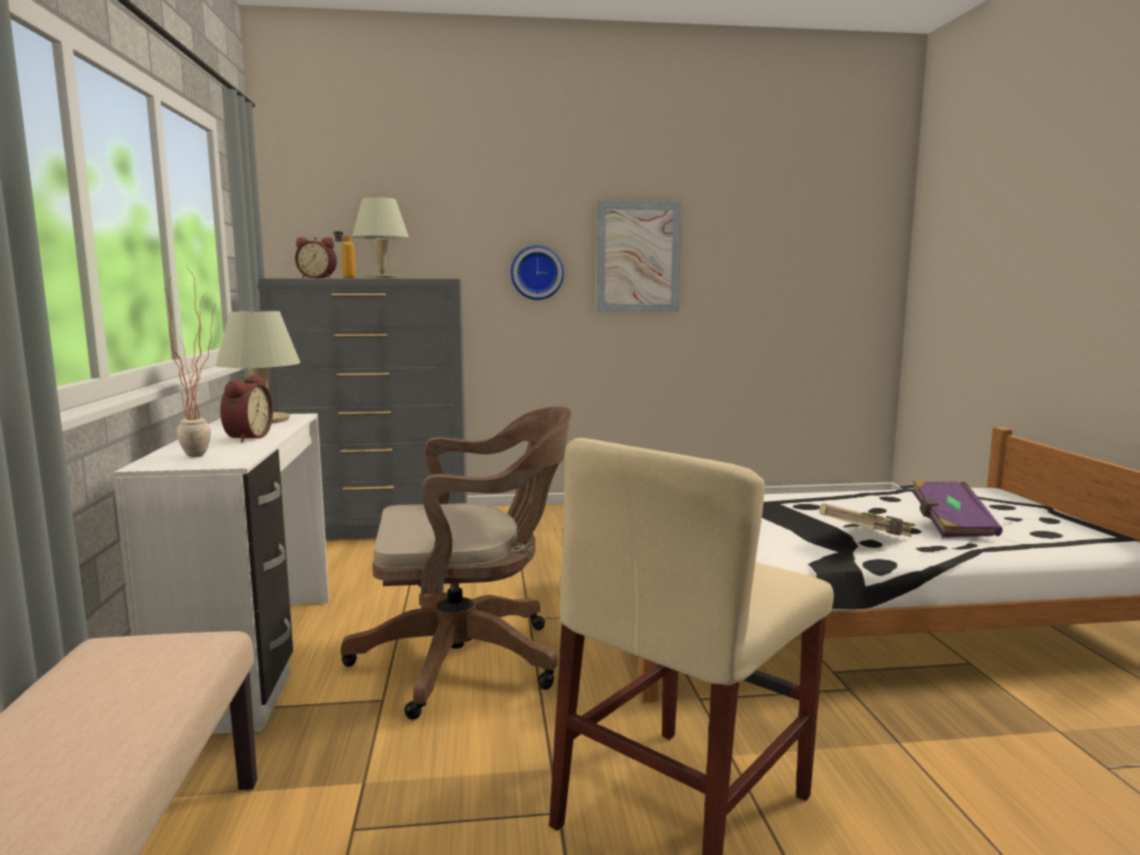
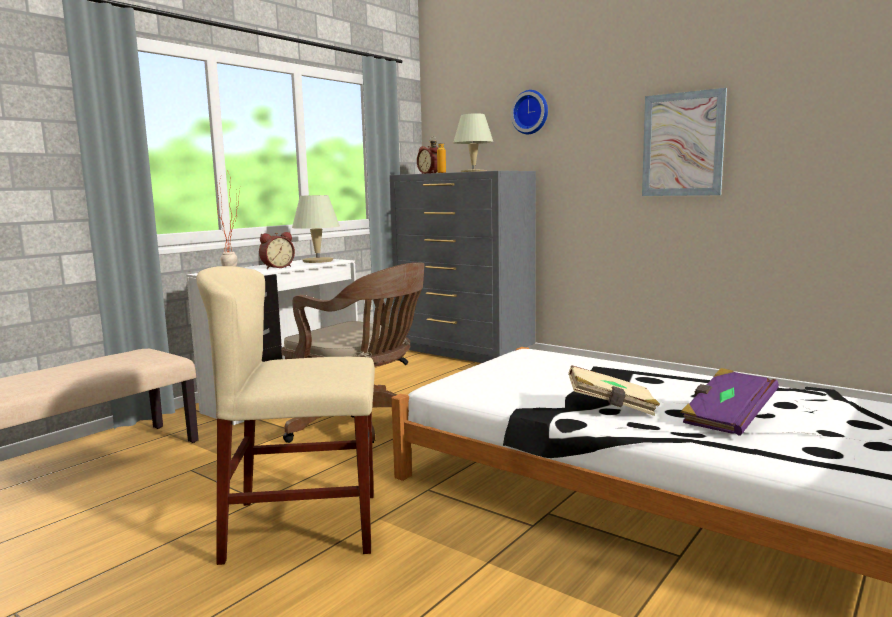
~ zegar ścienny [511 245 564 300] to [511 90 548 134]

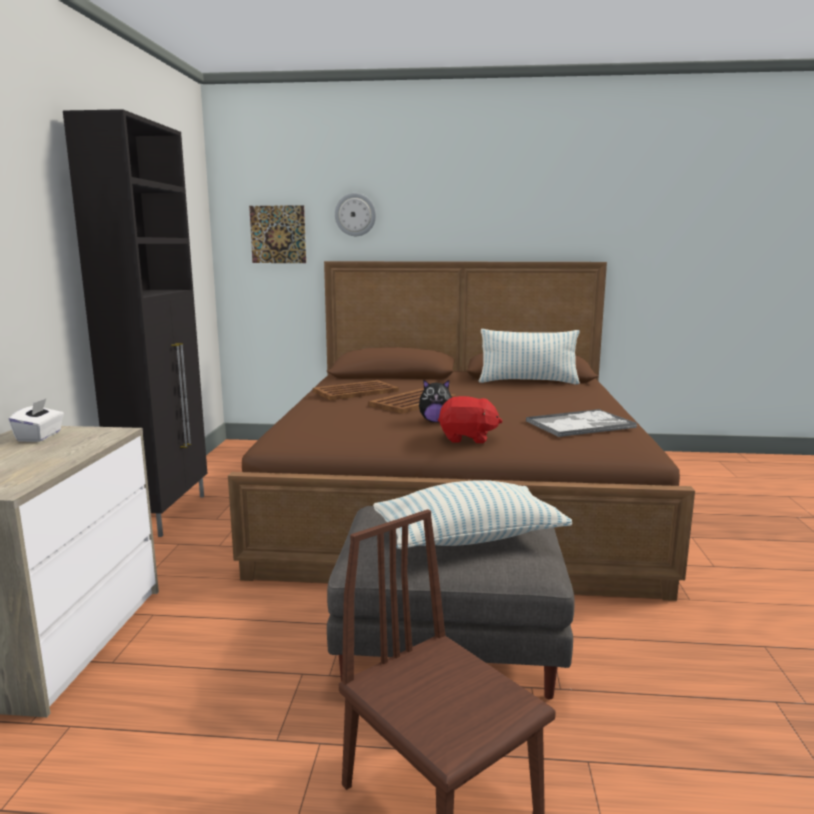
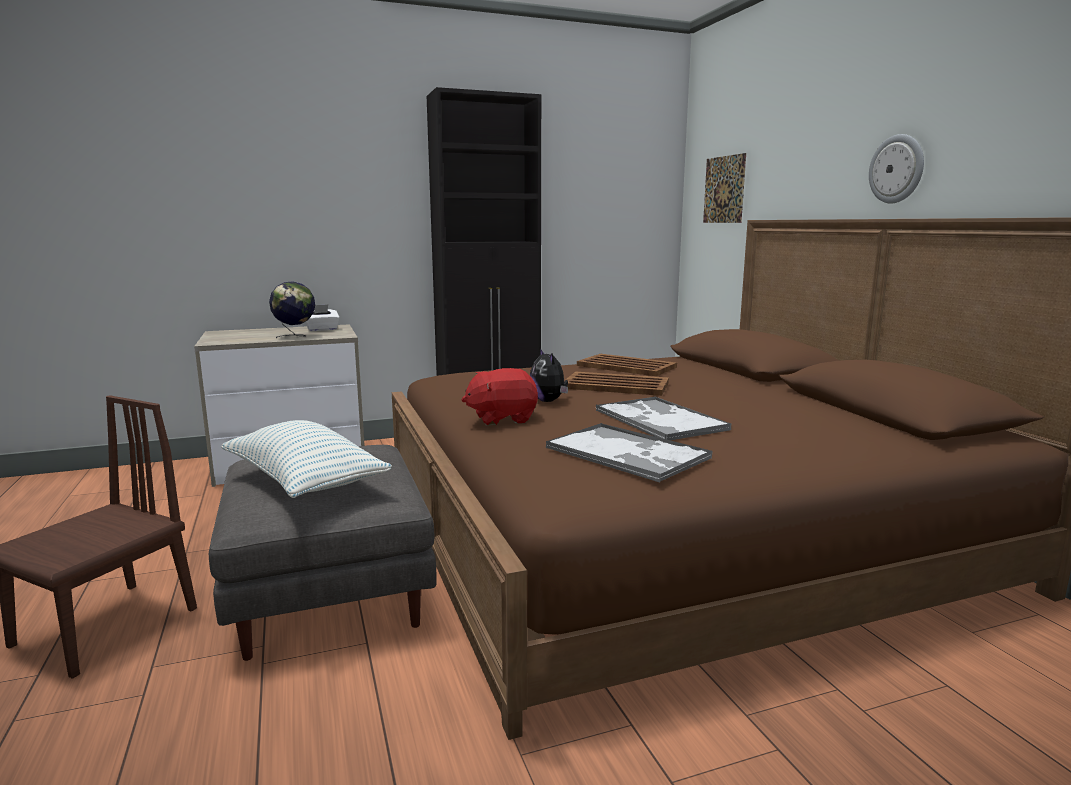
~ zegar ścienny [335 193 376 236] to [869 134 924 203]
- poduszka [479 329 580 384]
~ pluszak/czerwony [438 396 502 443] = [462 368 538 426] 90 degrees clockwise
+ globus [269 281 315 338]
+ taca [596 397 731 440]

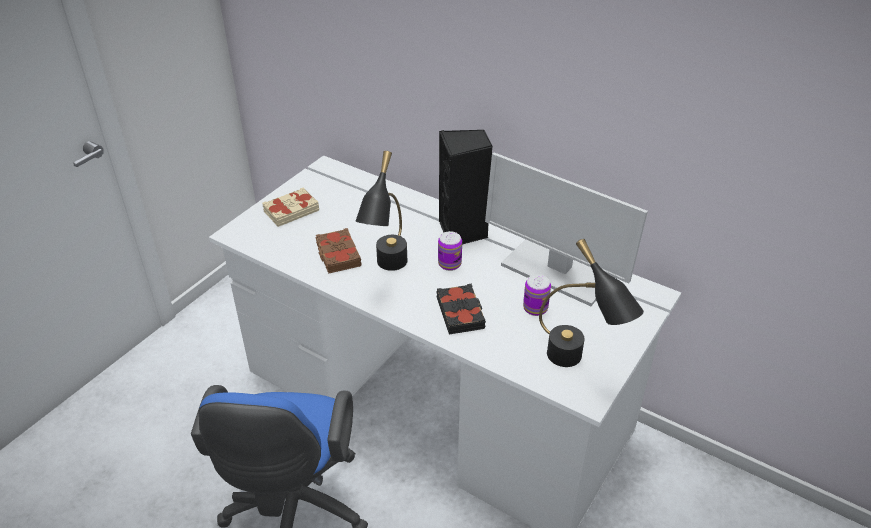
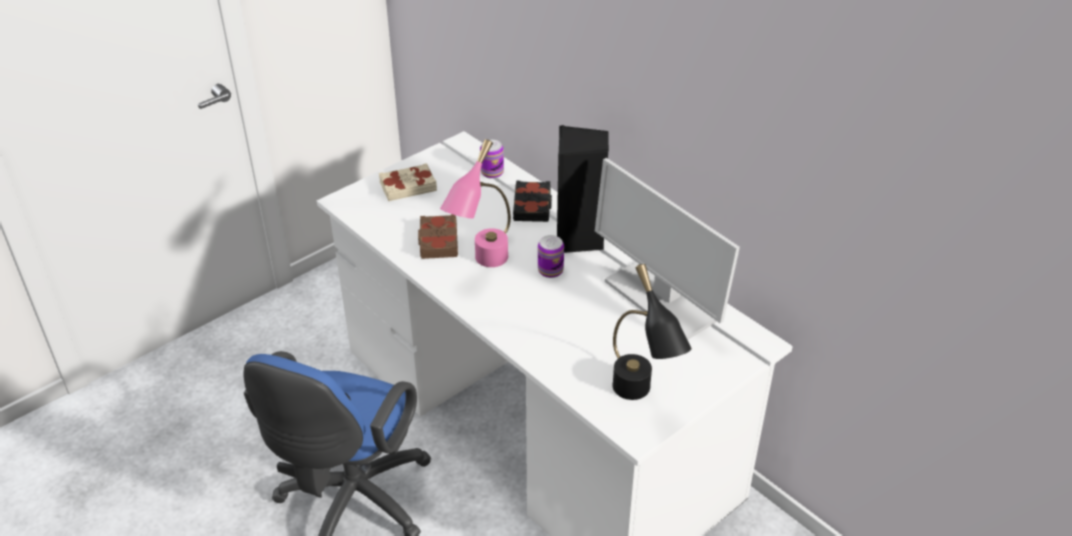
~ lampa stołowa/czarny [355 151 408 271] to lampa stołowa/różowy [440 139 511 267]
~ puszka [523 274 551 316] to [480 140 504 179]
~ książka/czarny [436 283 486 335] to [513 181 552 222]

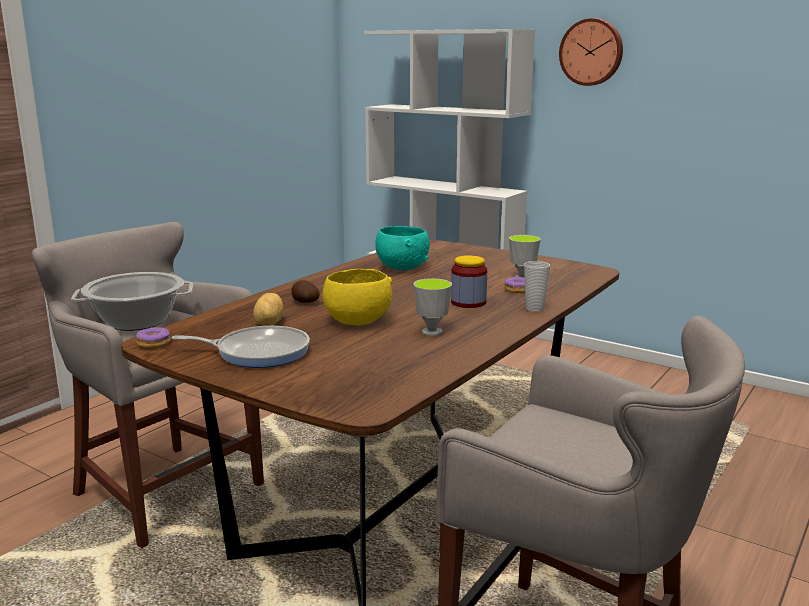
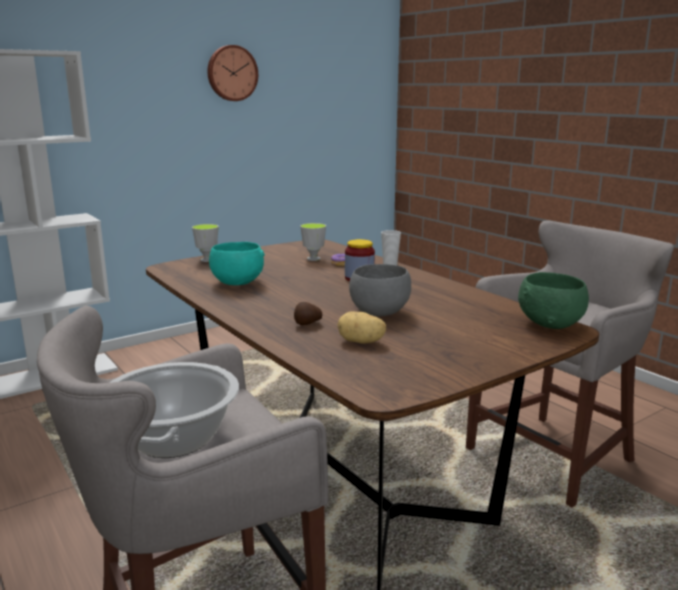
~ zegar ścienny [559 18 623 86] to [207 45 258 101]
~ miska/żółty [323 269 393 325] to miska/szary [349 264 411 316]
~ filiżanka [413 278 452 336] to [192 224 219 262]
- patelnia [172 326 310 368]
- donut [136 327 170 348]
+ miska/zielony [518 272 589 329]

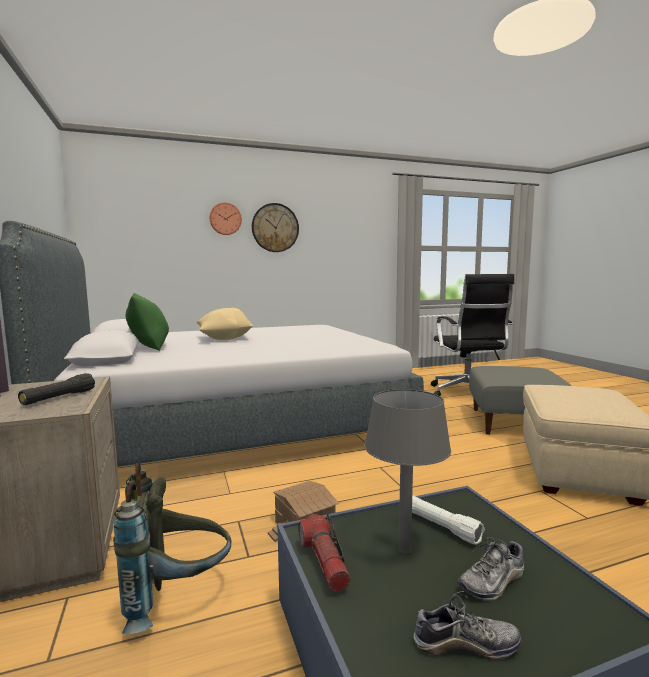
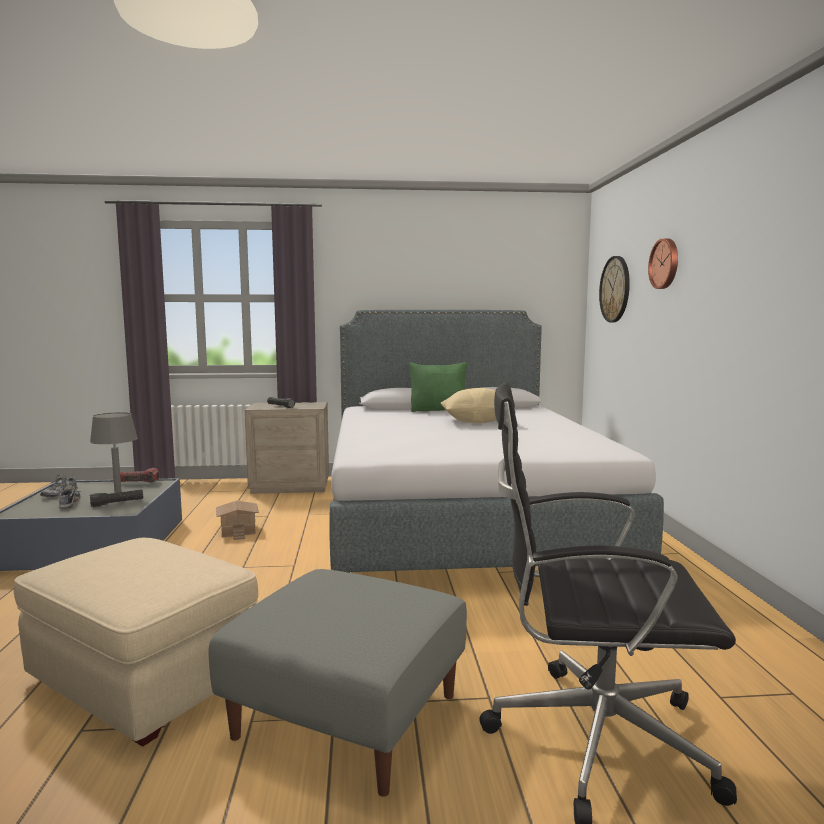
~ zegar ścienny [252 203 299 252] to [599 256 630 322]
- plecak/szary [113 462 232 634]
~ latarka/biały [412 495 485 545] to latarka/czarny [90 490 143 507]

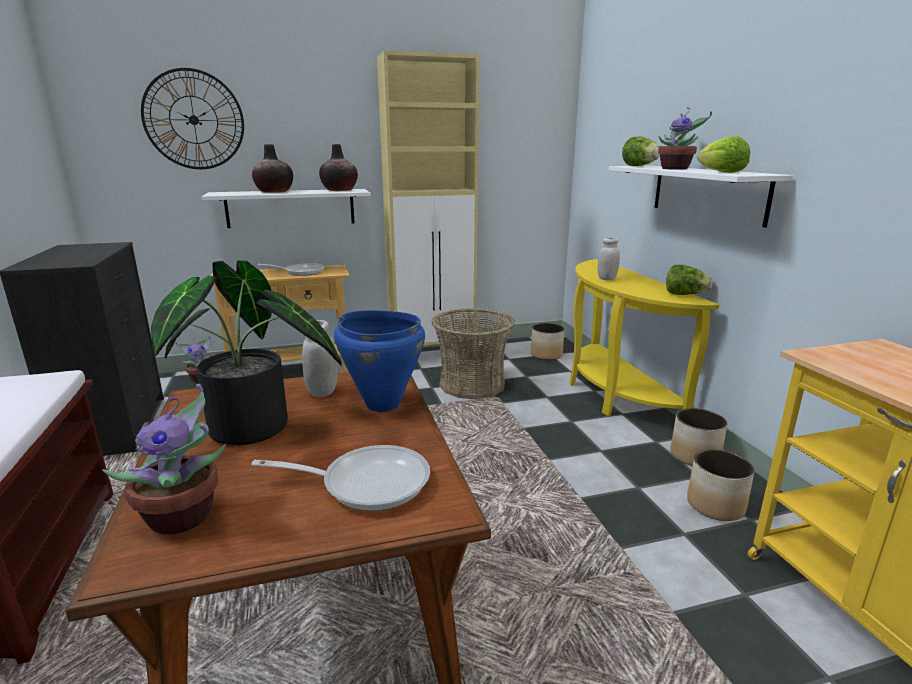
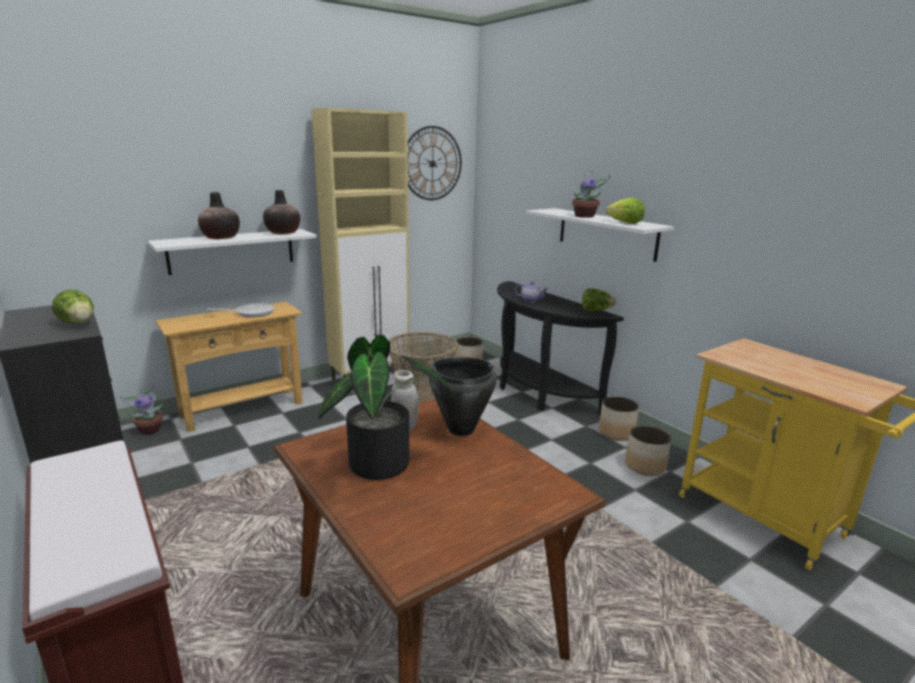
~ zegar ścienny [141 68 244 169] to [408 126 462 200]
~ sałata [622 136 660 166] to [52 289 94 324]
~ słoik/biały [597 238 620 280] to imbryk [515 281 549 303]
~ stolik konsolowy/żółty [569 259 719 416] to stolik konsolowy/czarny [497 281 624 415]
~ garnek/niebieski [334 310 425 412] to garnek/czarny [429 357 497 436]
- roślina doniczkowa [102 384 226 534]
- patelnia [251 445 430 511]

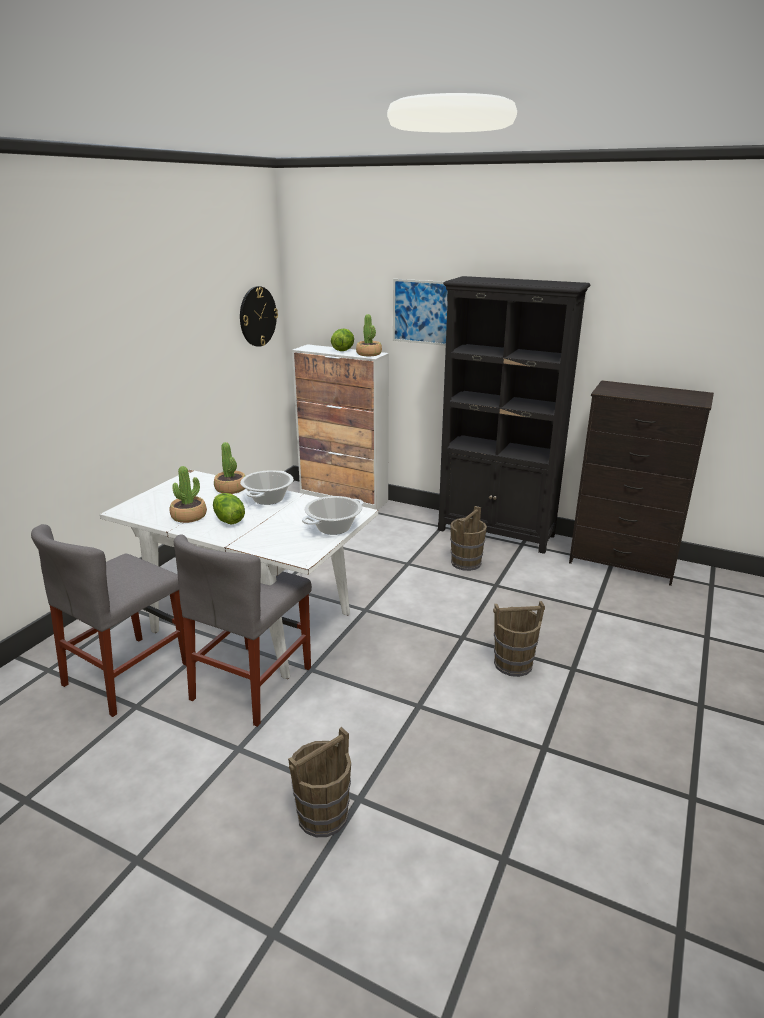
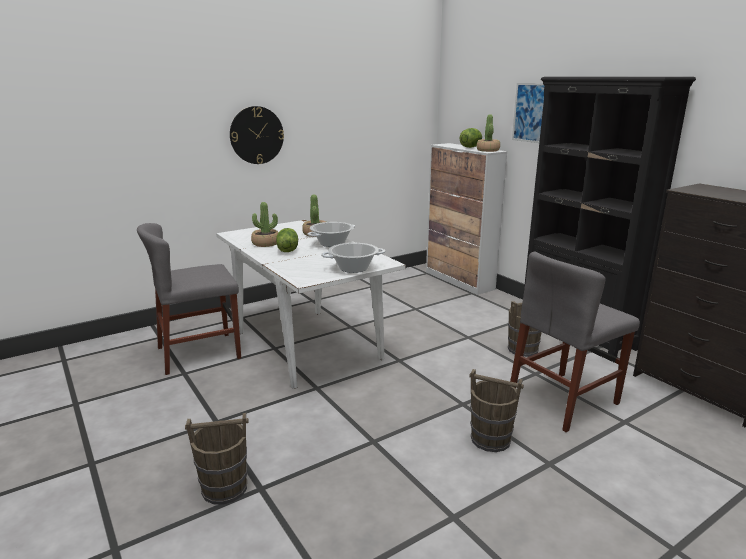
~ zegar ścienny [240 286 278 347] to [230 106 284 164]
~ krzesło/szary [174 534 312 727] to [510 251 640 432]

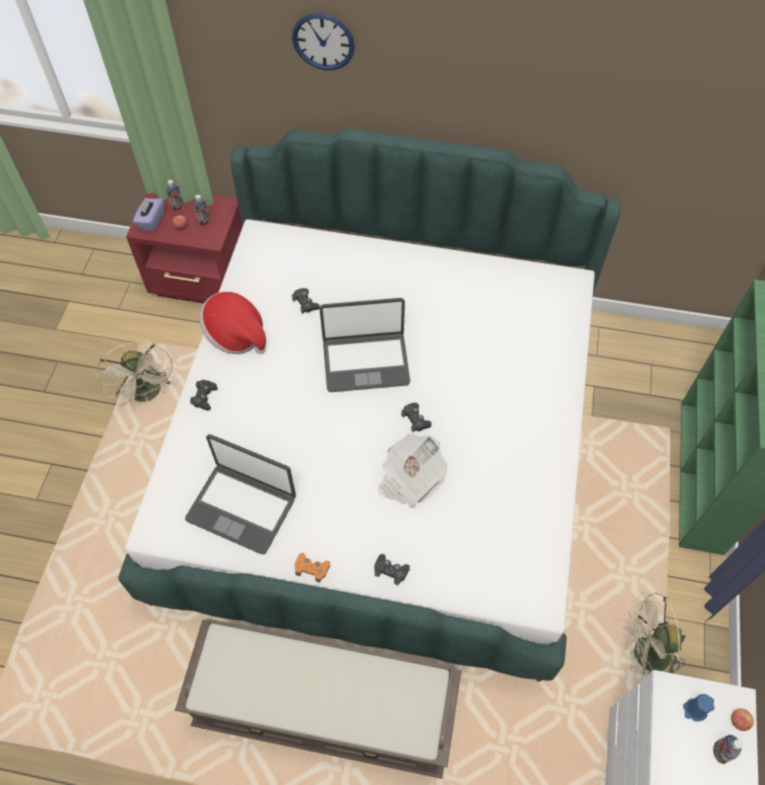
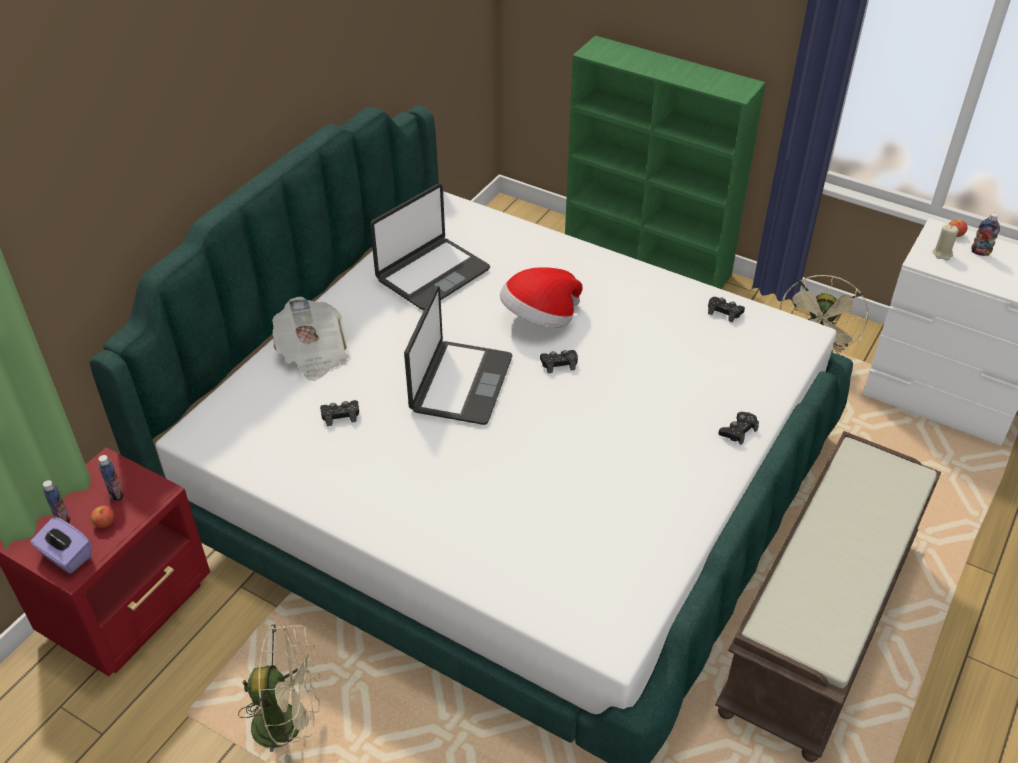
- zegar ścienny [292 13 355 70]
~ kapelusz [199 292 266 354] to [500 267 583 328]
~ pad do gier/czarny [190 380 218 411] to [708 297 745 322]
~ gazeta [378 433 447 508] to [272 297 348 381]
~ laptop [185 434 296 554] to [370 184 490 310]
- pad do gier/pomarańczowy [294 553 330 583]
~ świeca/niebieski [683 694 715 722] to świeca/beżowy [933 224 959 260]

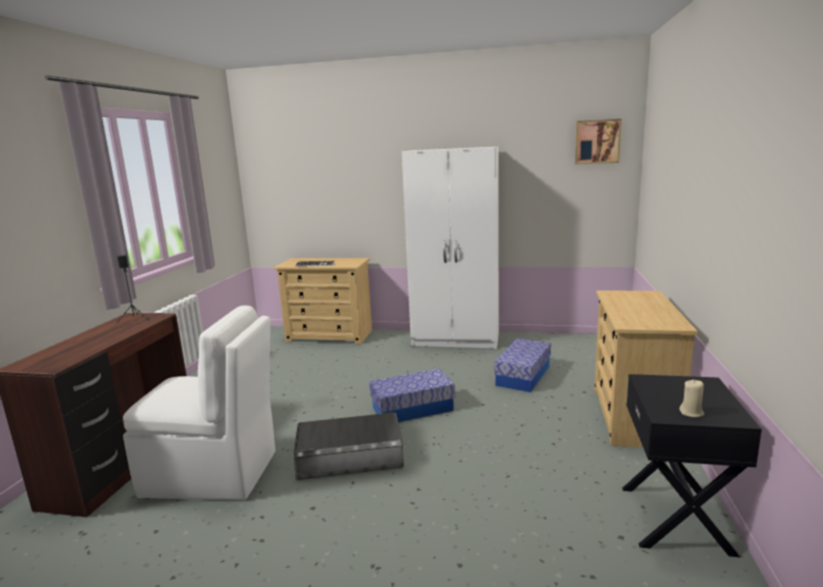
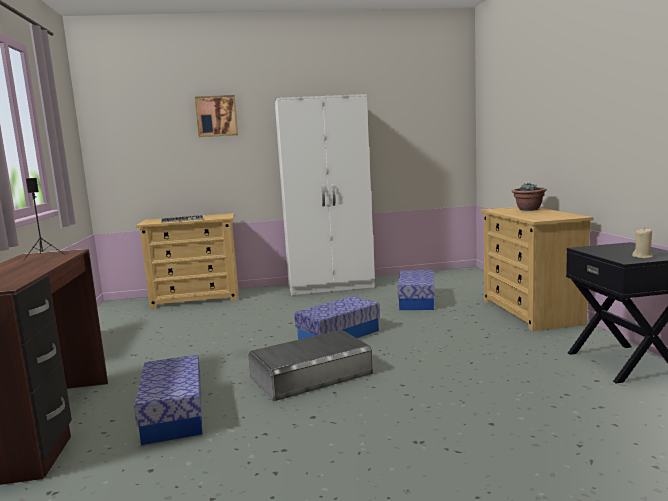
~ obraz [575 119 622 165] to [195 95 238 137]
~ krzesło/biały [123 305 275 500] to pojemnik do przechowywania [134 355 202 445]
+ roślina doniczkowa [512 183 547 211]

